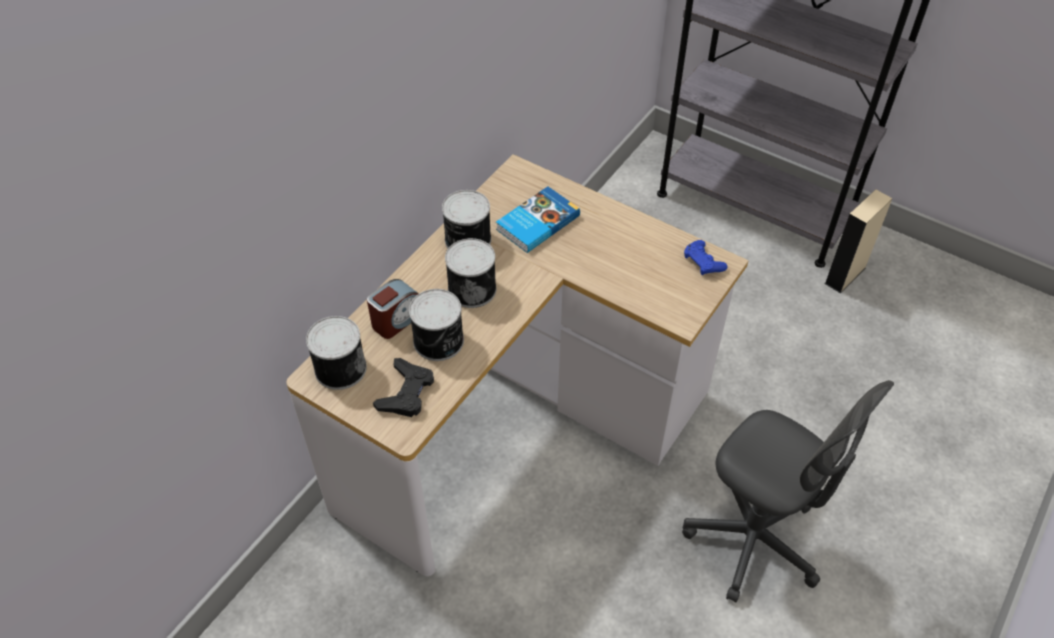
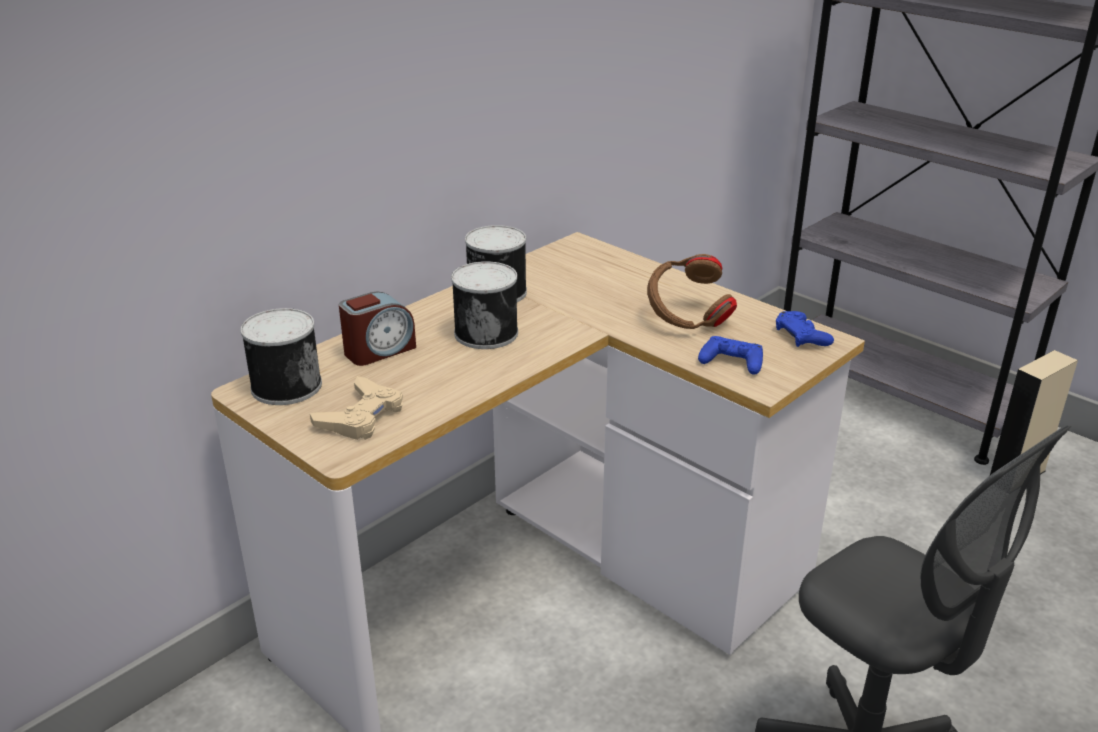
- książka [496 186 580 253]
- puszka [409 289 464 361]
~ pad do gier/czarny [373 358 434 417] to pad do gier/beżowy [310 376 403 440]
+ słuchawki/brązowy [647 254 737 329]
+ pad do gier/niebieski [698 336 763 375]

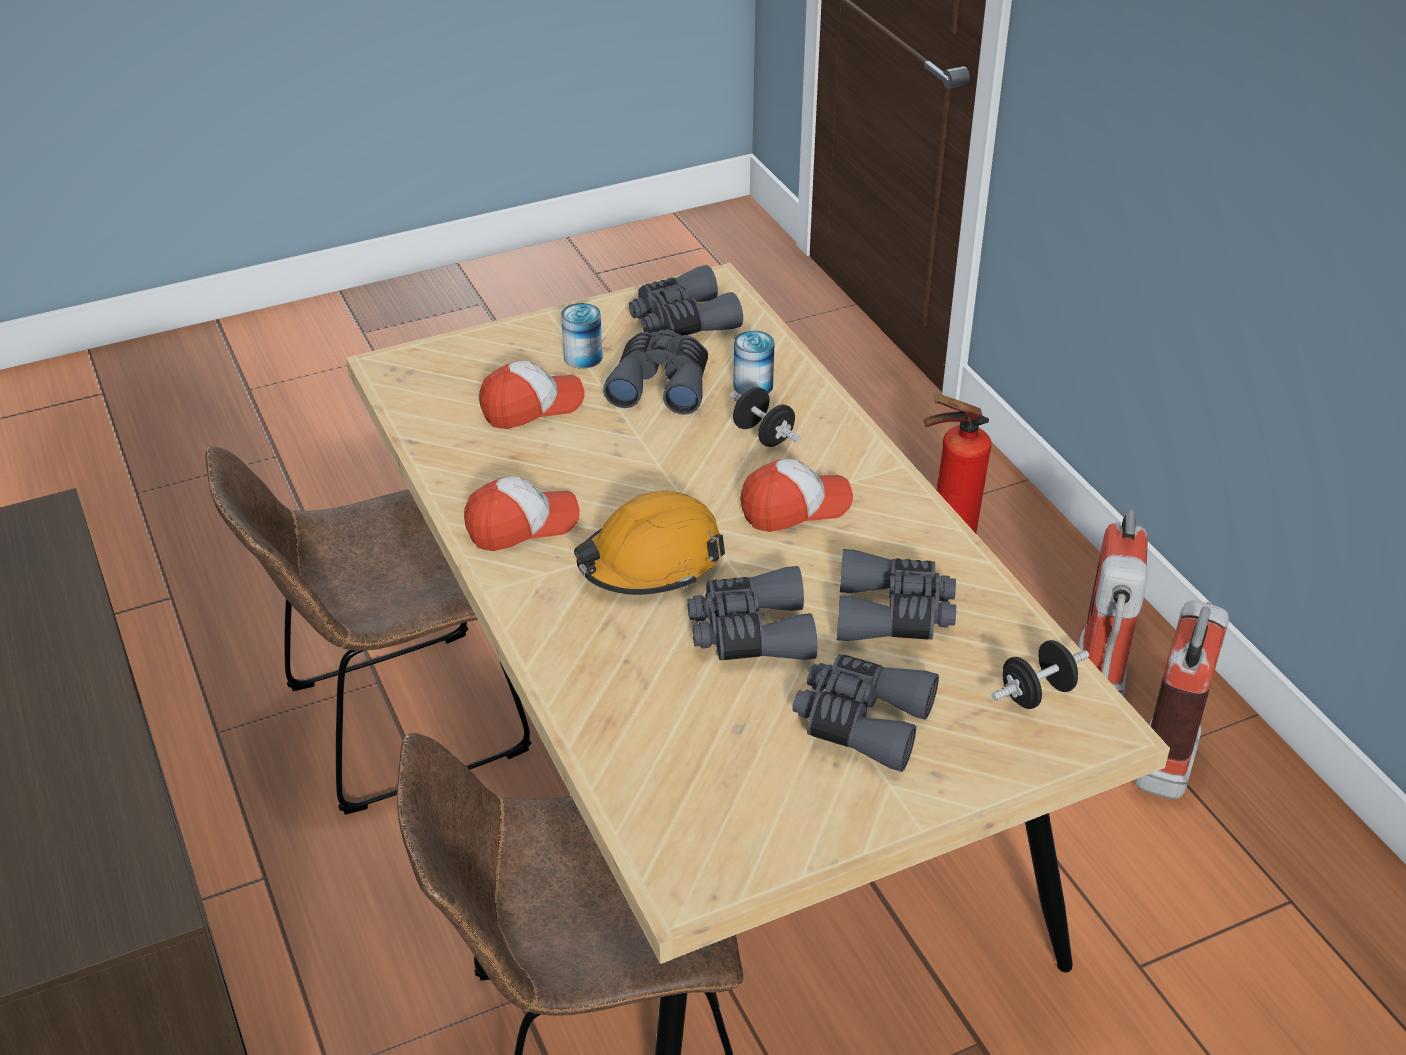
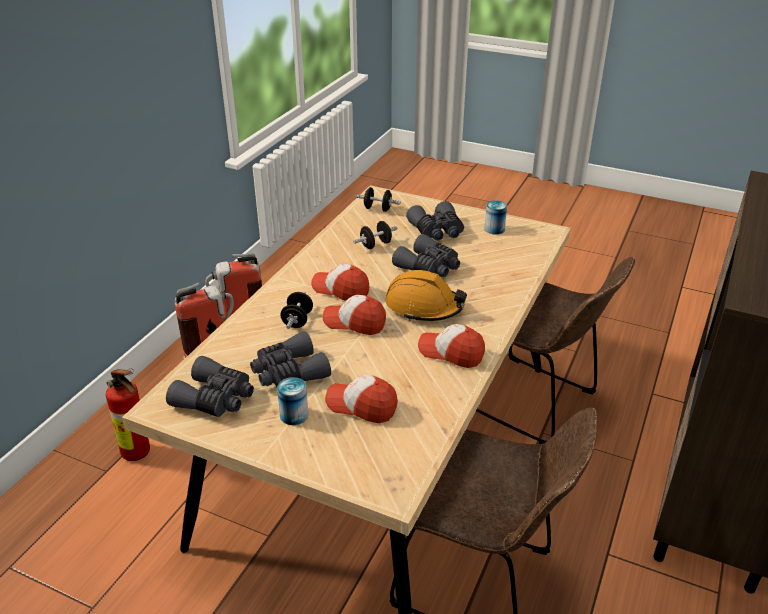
~ puszka [733 331 775 395] to [484 200 507 234]
~ lornetka/szary [837 549 956 641] to hantel/czarny [353 221 397 249]
+ czapka z daszkiem [322 295 386 335]

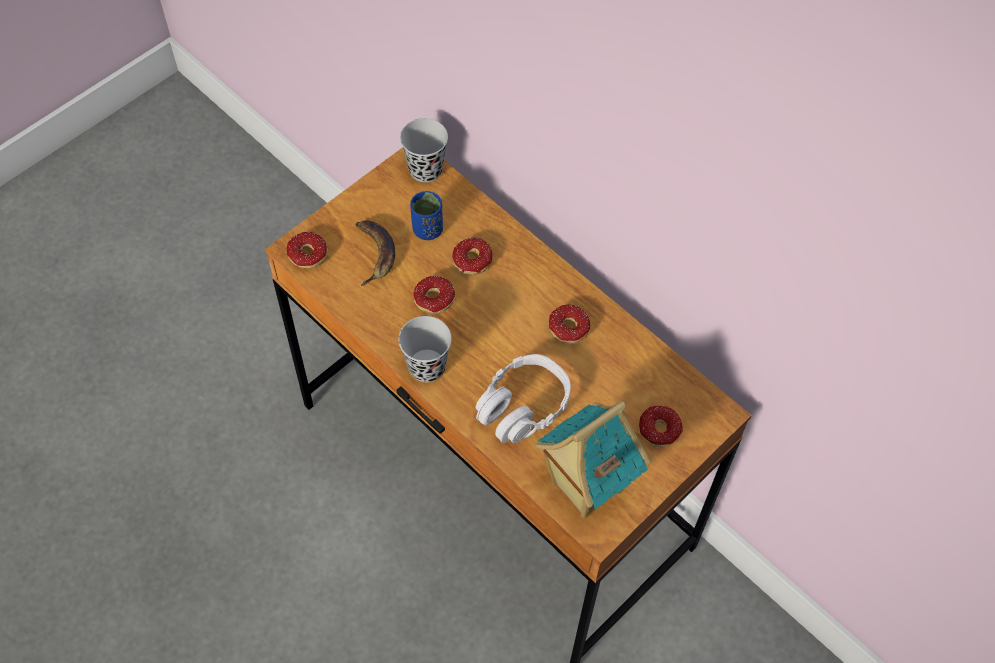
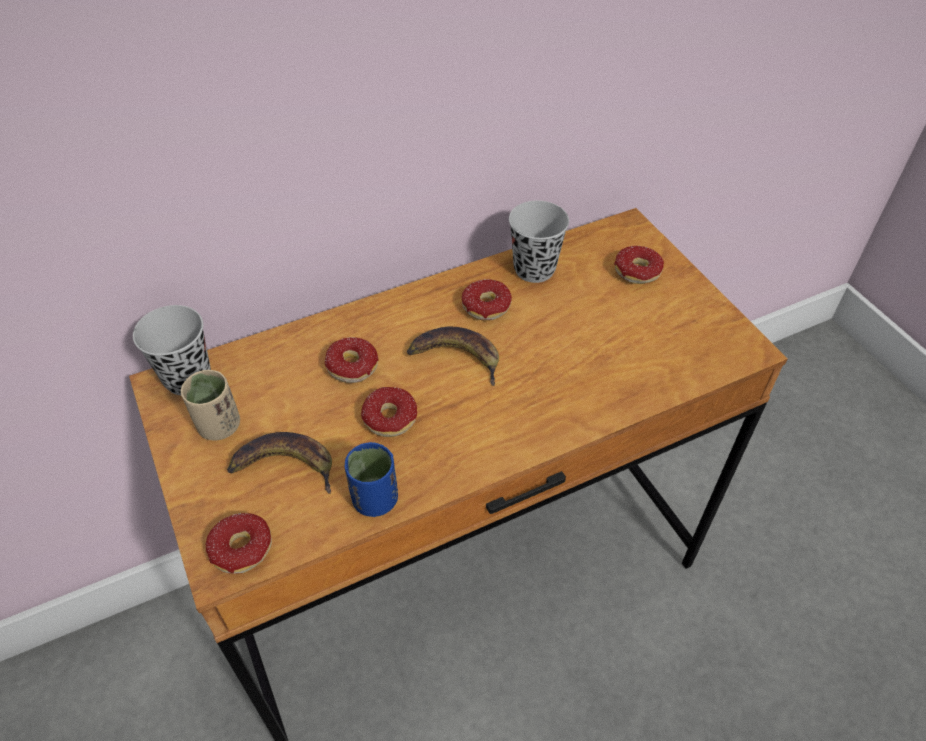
~ filiżanka/niebieski [410 191 443 240] to [345 442 398 517]
~ filiżanka/czarny [399 316 452 382] to [509 201 569 283]
- słuchawki/biały [476 354 571 443]
- domek [535 401 651 518]
+ banan [407 327 499 386]
+ filiżanka/beżowy [181 370 240 441]

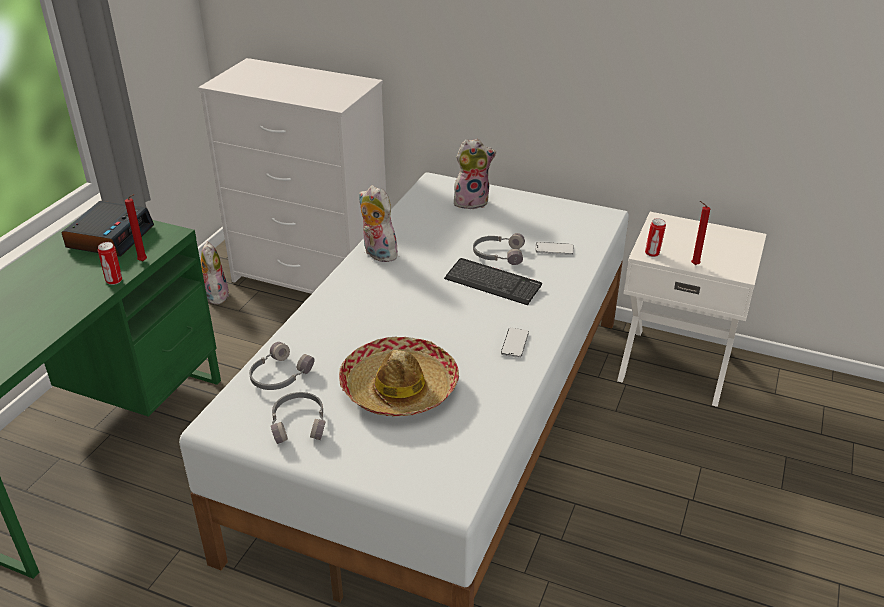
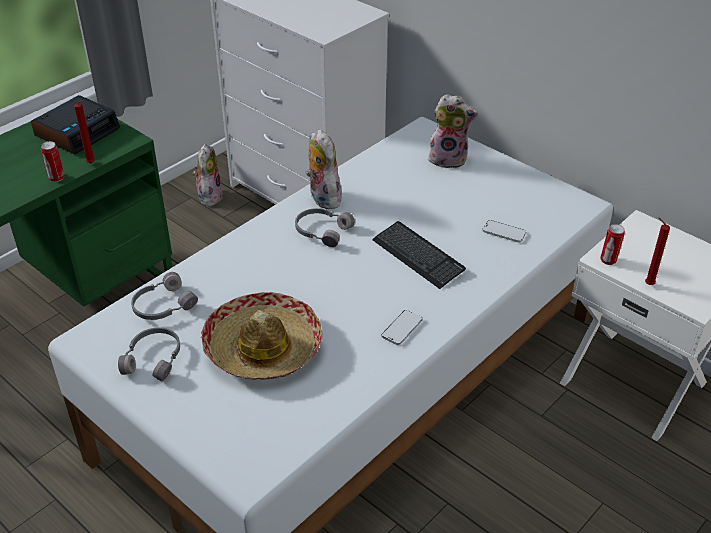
~ słuchawki/szary [473 233 525 265] to [295 208 355 247]

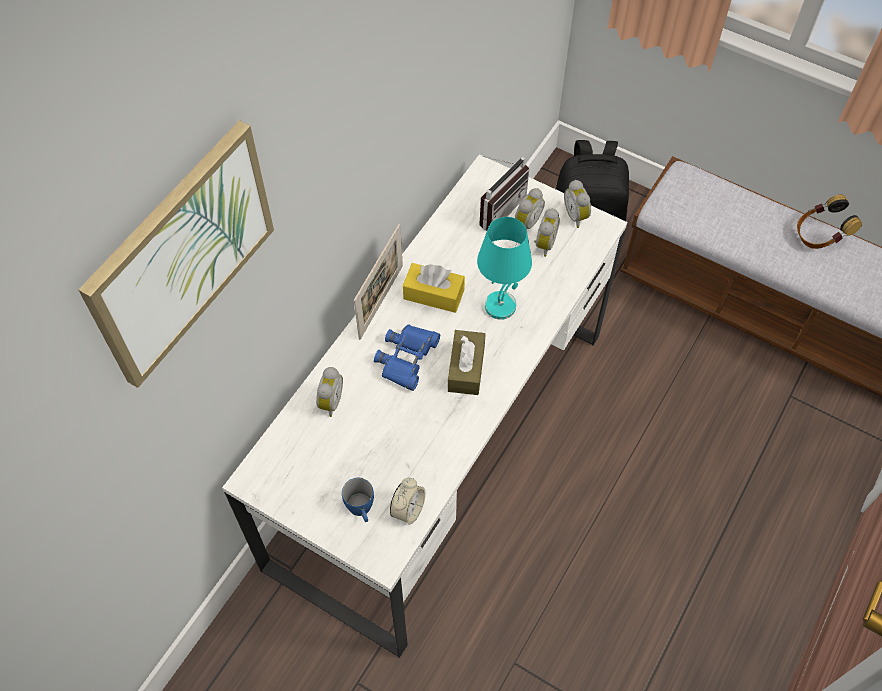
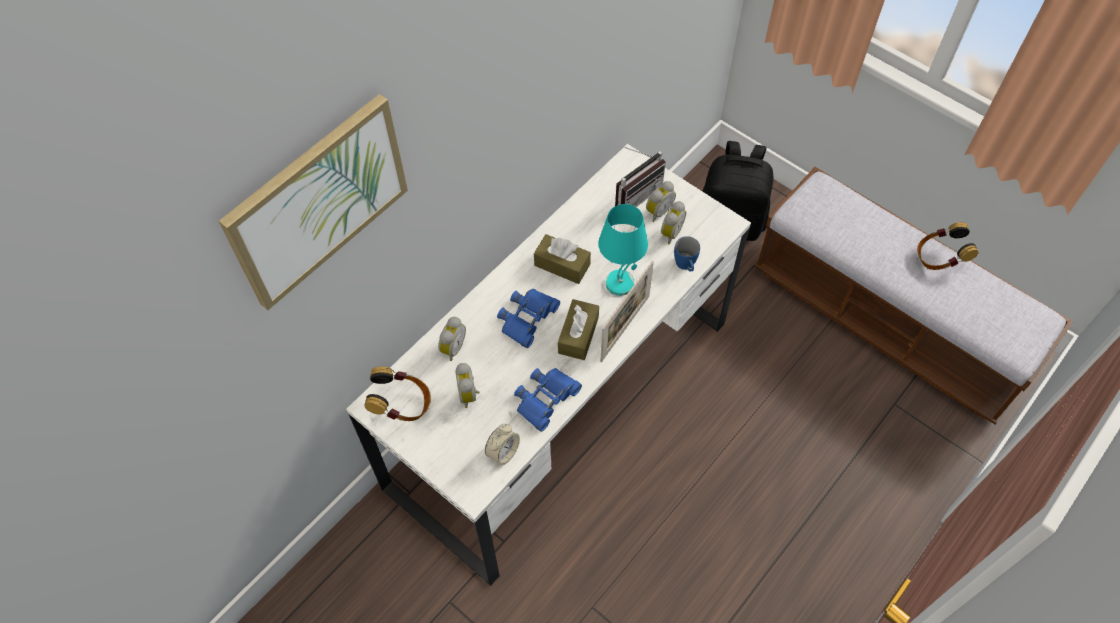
~ budzik [564 180 591 228] to [455 363 480 408]
~ ramka na zdjęcie [354 224 403 340] to [600 261 654 362]
~ pudełko chusteczek/żółty [403 263 465 313] to pudełko chusteczek/brązowy [534 234 591 284]
~ kubek/niebieski [342 478 374 522] to [674 236 700 272]
+ słuchawki [364 366 431 421]
+ lornetka/niebieski [514 368 582 432]

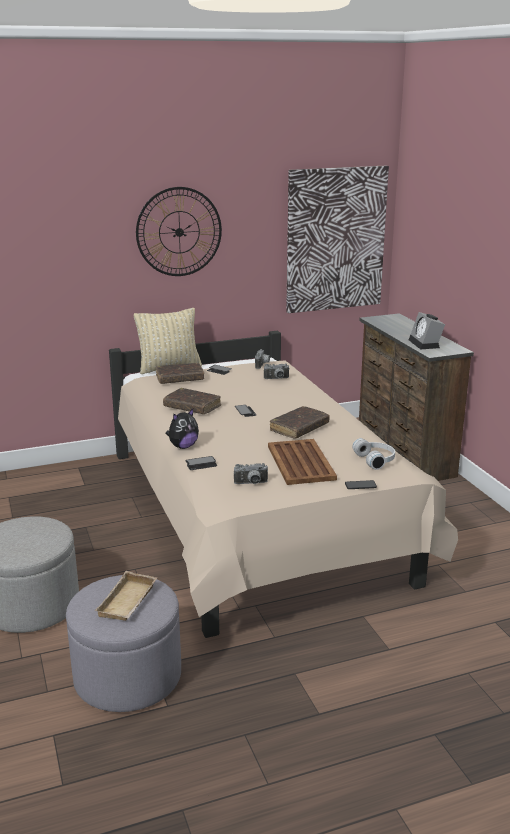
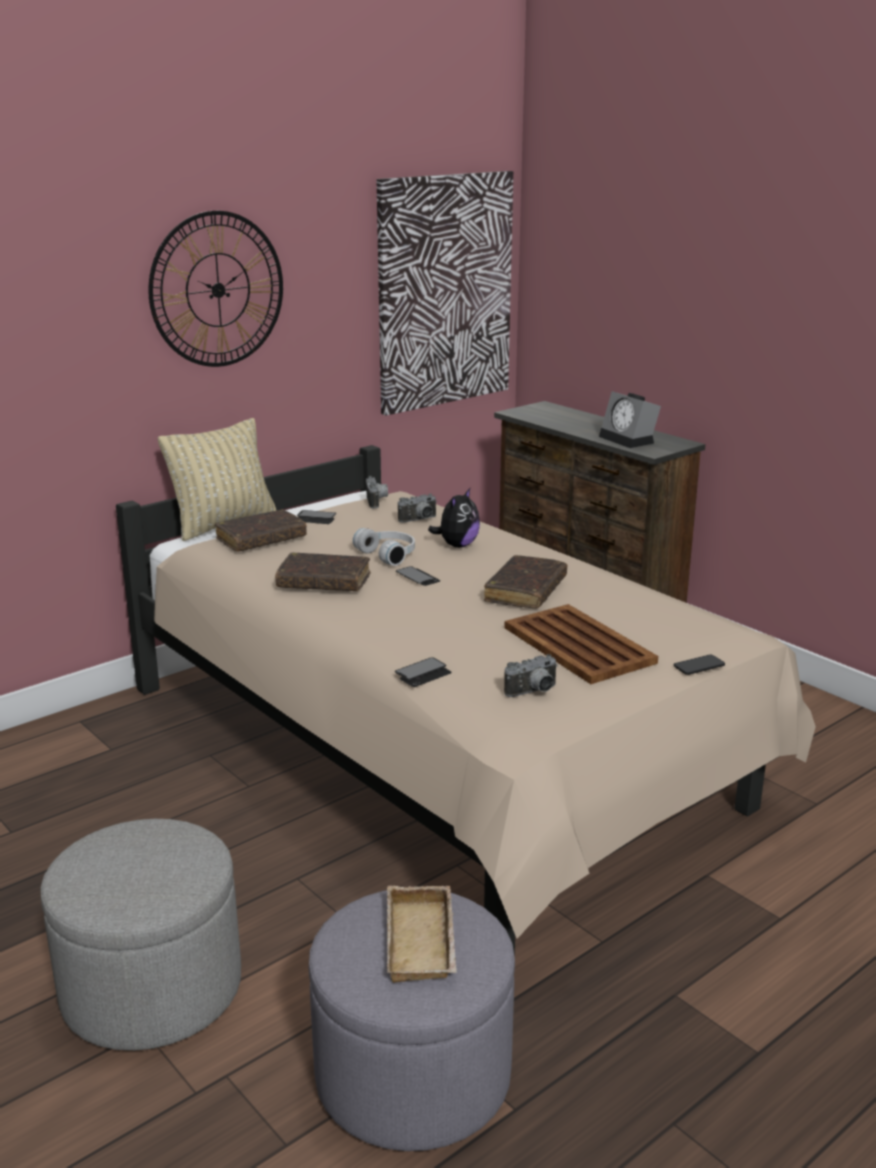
~ pluszak [166 409 199 449] to [428 488 480 548]
~ słuchawki/biały [352 438 395 470] to [353 528 415 566]

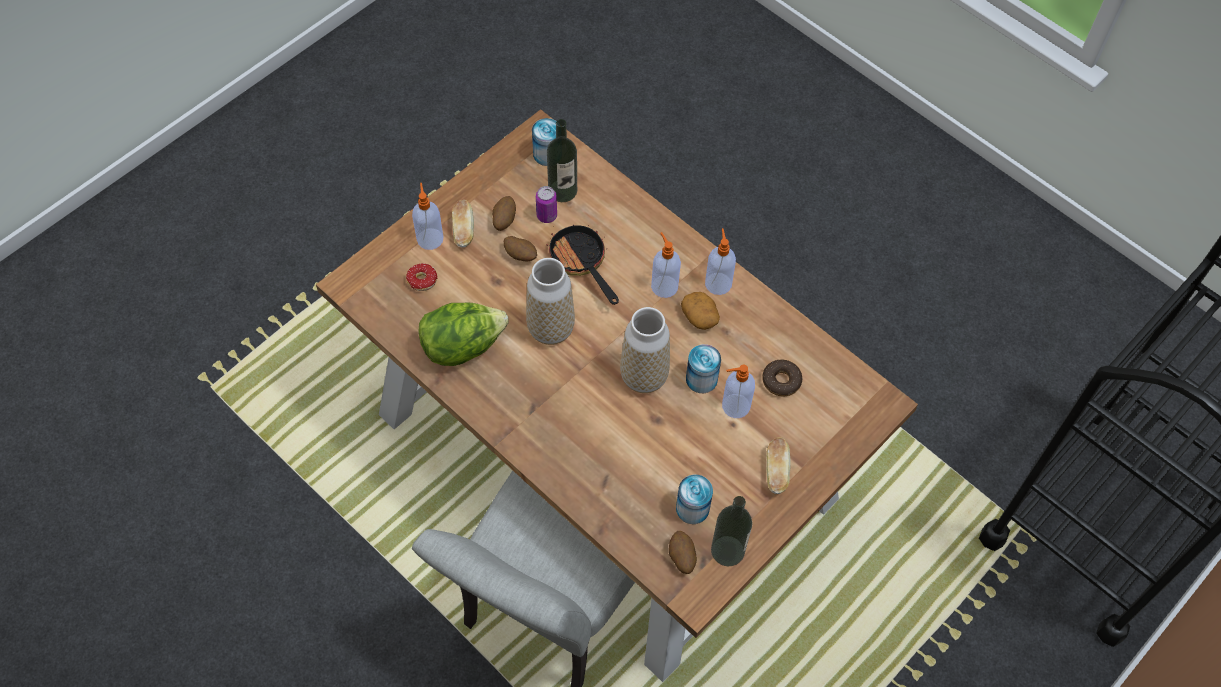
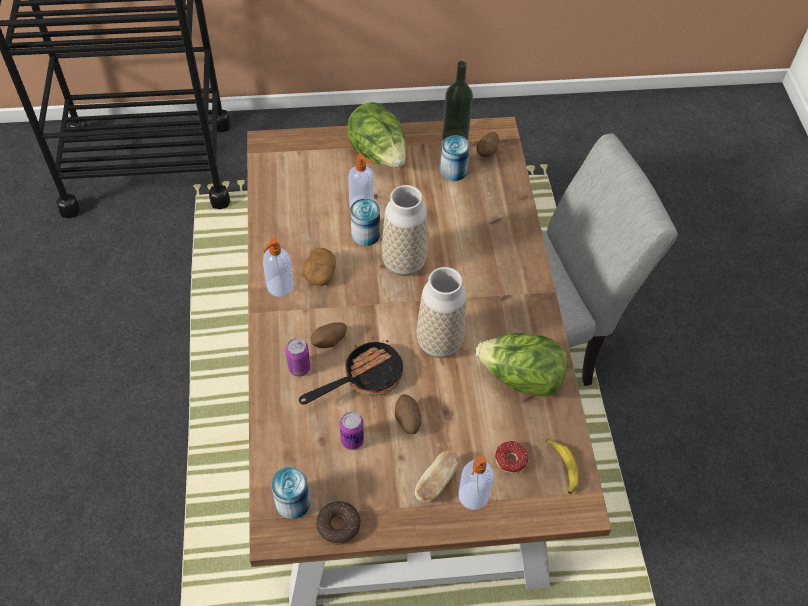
- butelka [547 119 577 202]
~ ziemniak [492 196 516 231] to [310 322 347 348]
~ patelnia [546 225 619 305] = [299 337 403 404] 135 degrees counterclockwise
- dozownik mydła [651 232 681 298]
~ donut [762 360 802 396] to [316 501 360 545]
~ chleb [766 438 791 494] to sałata [347 102 406 167]
+ puszka [286 338 310 376]
+ banan [546 439 578 494]

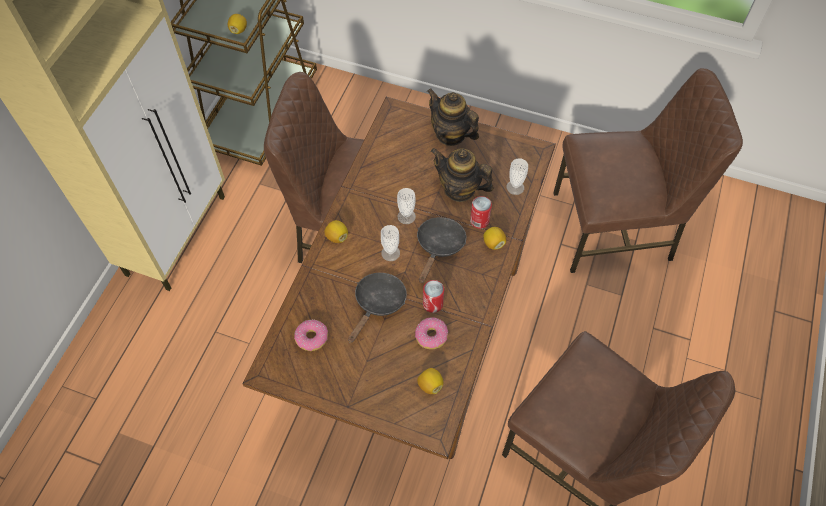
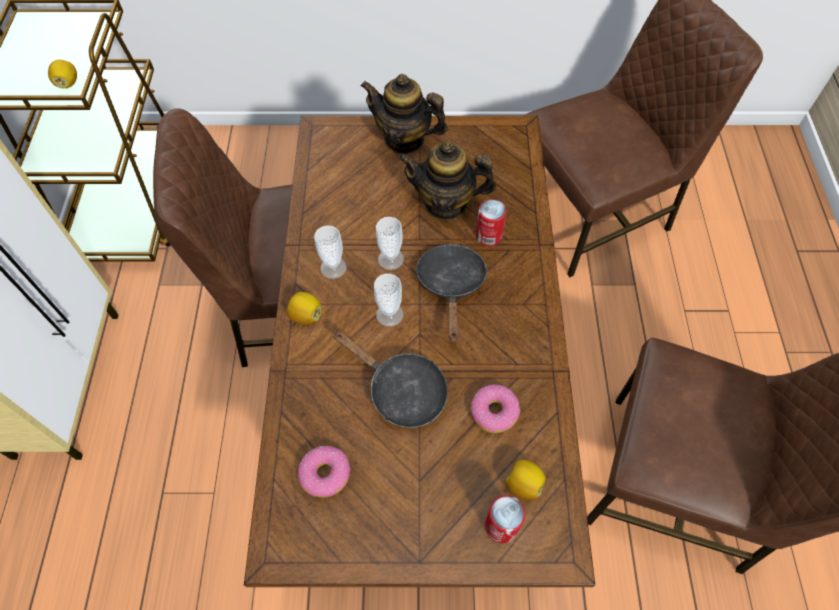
~ filiżanka [507 158 528 195] to [314 226 347 279]
- cytryna [483 227 506 250]
~ patelnia/czarny [348 273 407 343] = [333 331 448 428] 120 degrees clockwise
~ puszka [423 280 444 313] to [485 495 525 543]

